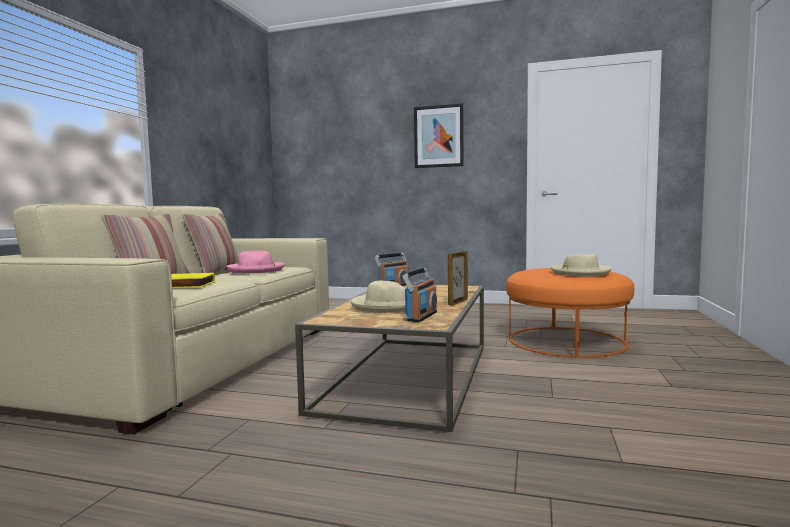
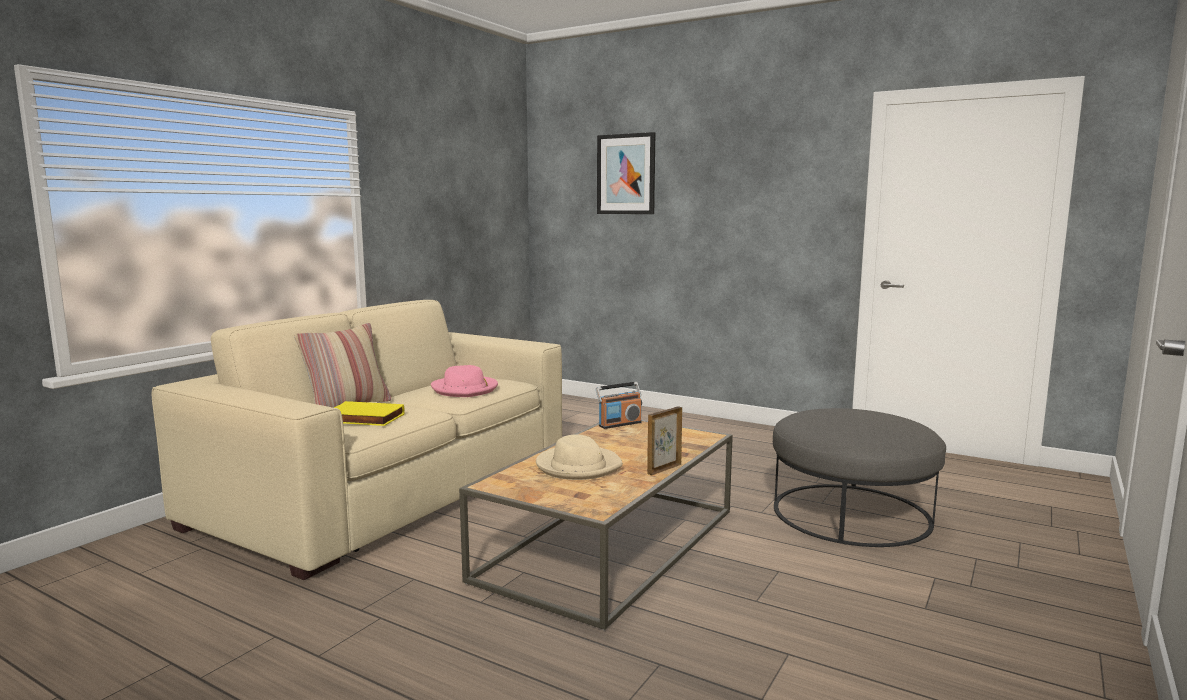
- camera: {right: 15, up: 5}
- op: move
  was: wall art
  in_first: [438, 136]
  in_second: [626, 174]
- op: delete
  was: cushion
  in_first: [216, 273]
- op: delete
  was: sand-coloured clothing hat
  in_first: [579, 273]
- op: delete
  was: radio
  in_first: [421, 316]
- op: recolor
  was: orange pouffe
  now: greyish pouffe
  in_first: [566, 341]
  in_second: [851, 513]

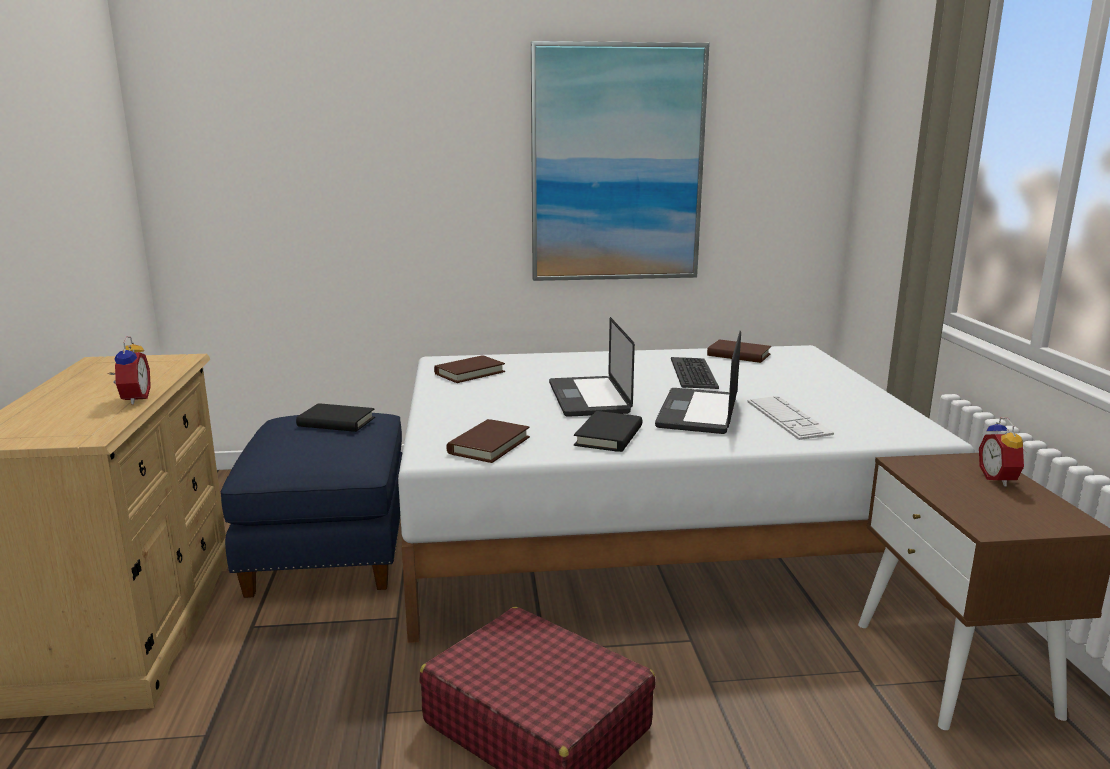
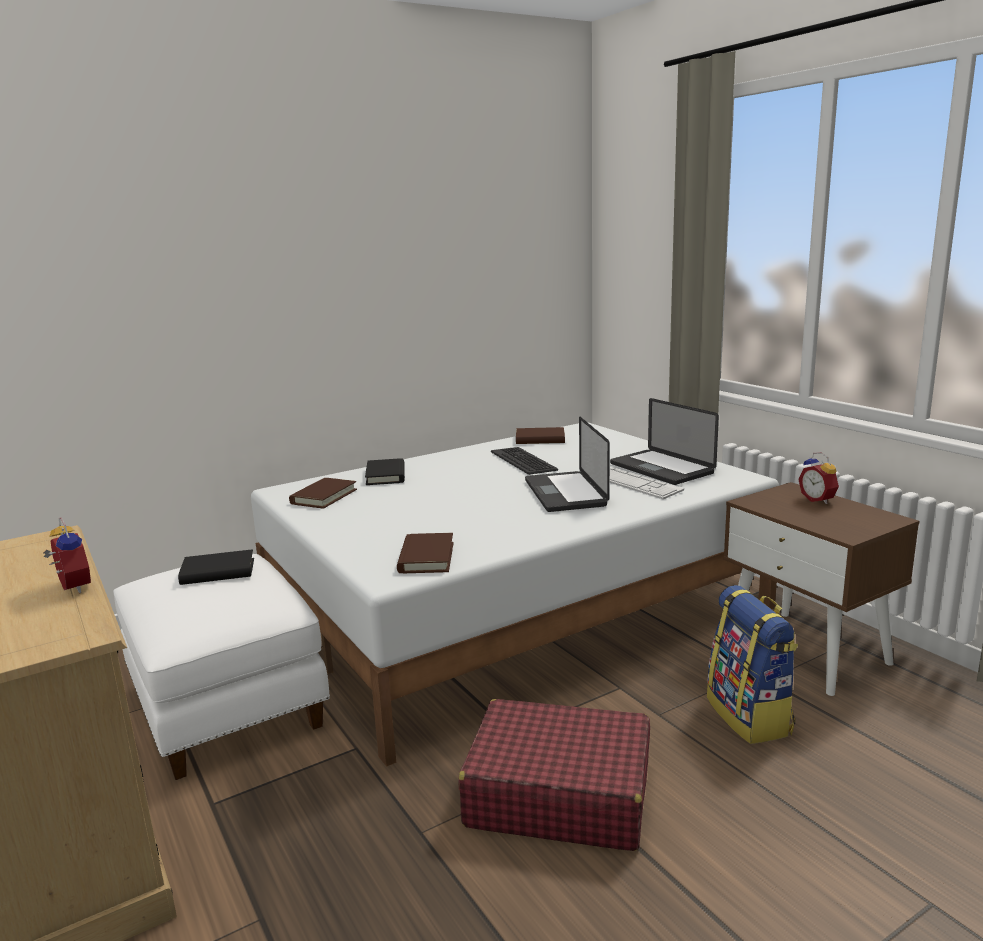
- camera: {right: -25, up: 0}
- op: delete
  was: wall art
  in_first: [617, 165]
- op: move
  was: notebook computer
  in_first: [588, 398]
  in_second: [661, 468]
- op: move
  was: black volume
  in_first: [609, 436]
  in_second: [385, 475]
- op: recolor
  was: blue-coloured pouffe
  now: whitish pouffe
  in_first: [331, 549]
  in_second: [229, 706]
- op: insert
  now: rucksack
  in_second: [750, 716]

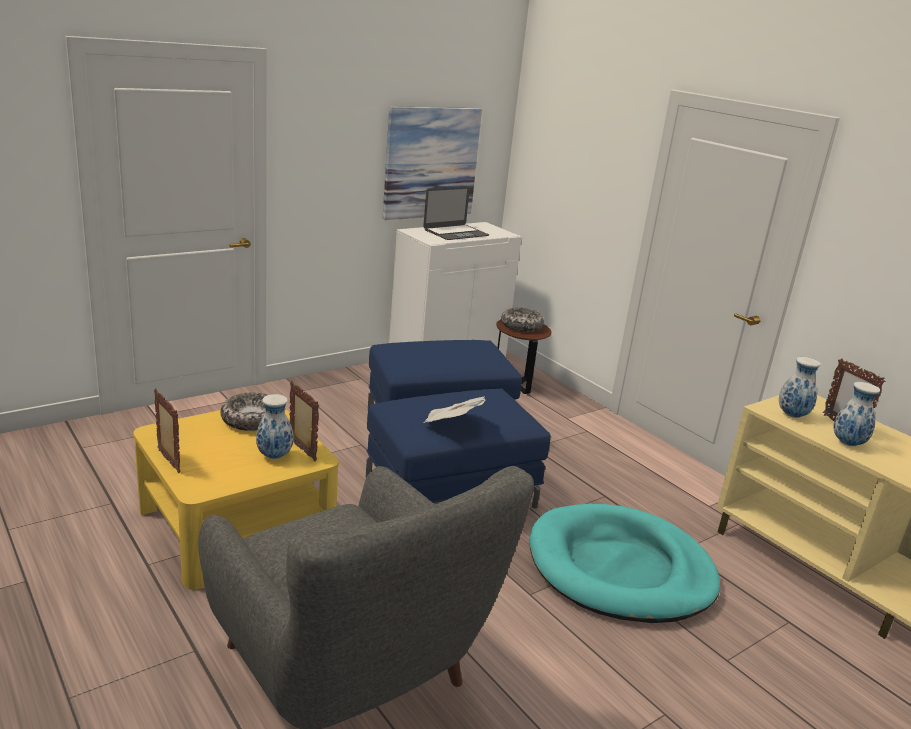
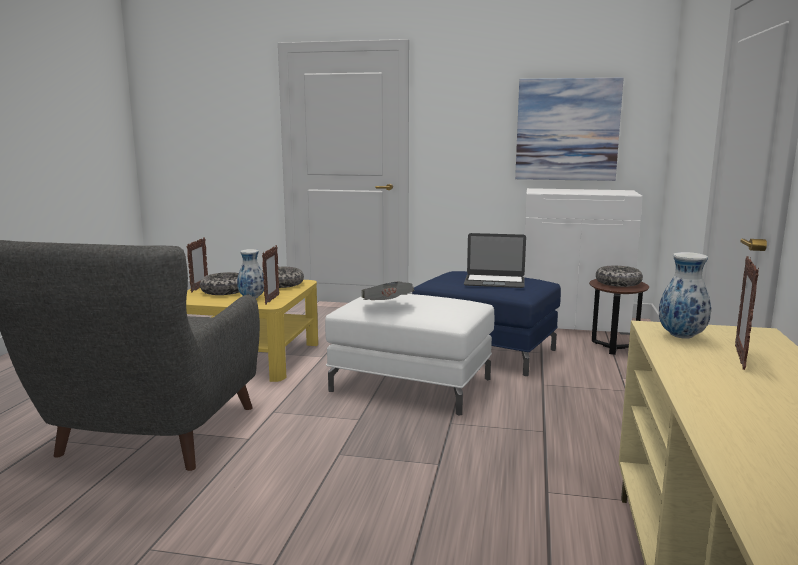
- camera: {right: 50, up: -10}
- op: move
  was: notebook computer
  in_first: [456, 232]
  in_second: [494, 281]
- op: delete
  was: flower vase
  in_first: [847, 443]
- op: recolor
  was: blue-coloured pouffe
  now: whitish pouffe
  in_first: [450, 491]
  in_second: [411, 384]
- op: delete
  was: blue-green dog cushion
  in_first: [620, 569]
- op: insert
  now: bowl
  in_second: [224, 291]

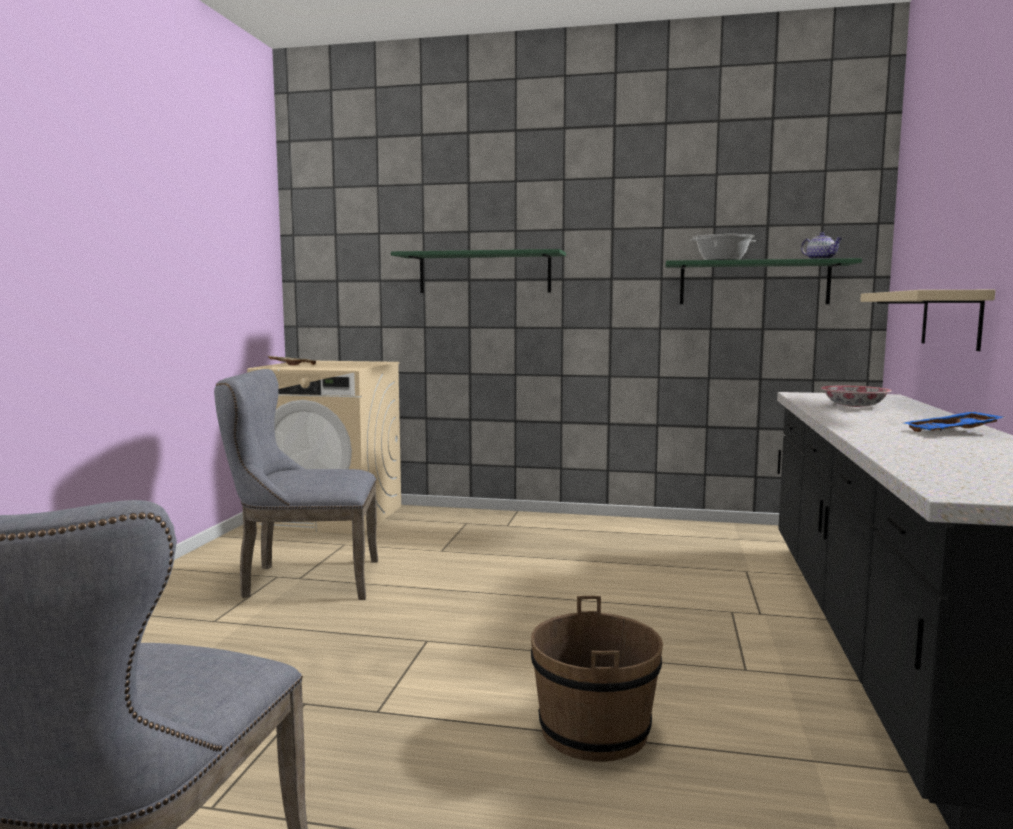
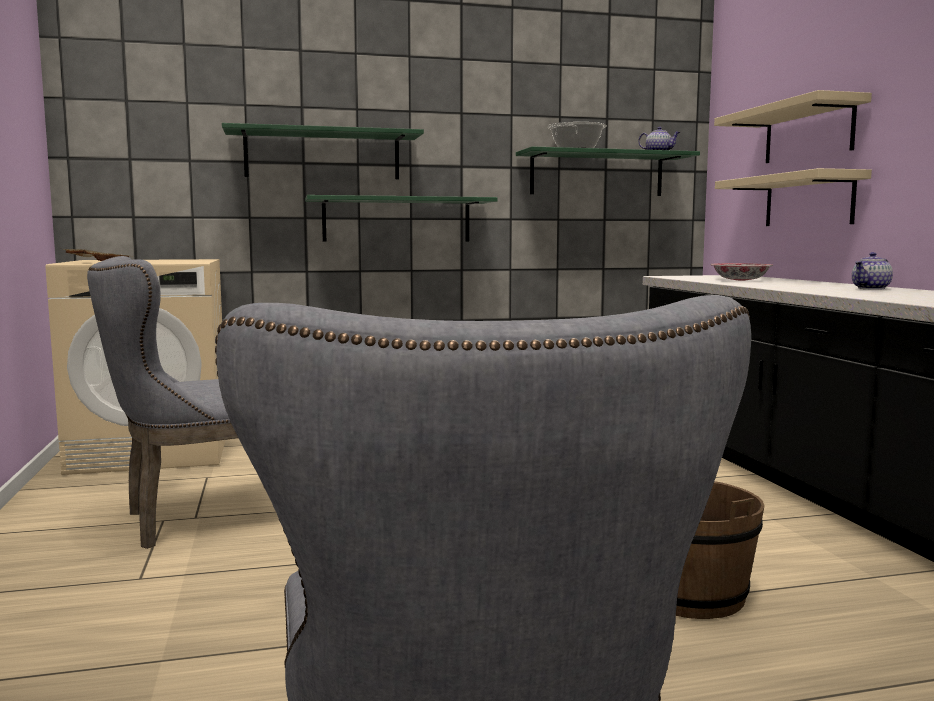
- camera: {right: -25, up: 0}
- op: replace
  was: blue-coloured tray
  now: teapot
  in_first: [952, 432]
  in_second: [871, 288]
- op: insert
  now: sand-coloured bracket shelf
  in_second: [808, 132]
- op: insert
  now: green-coloured bracket shelf
  in_second: [397, 220]

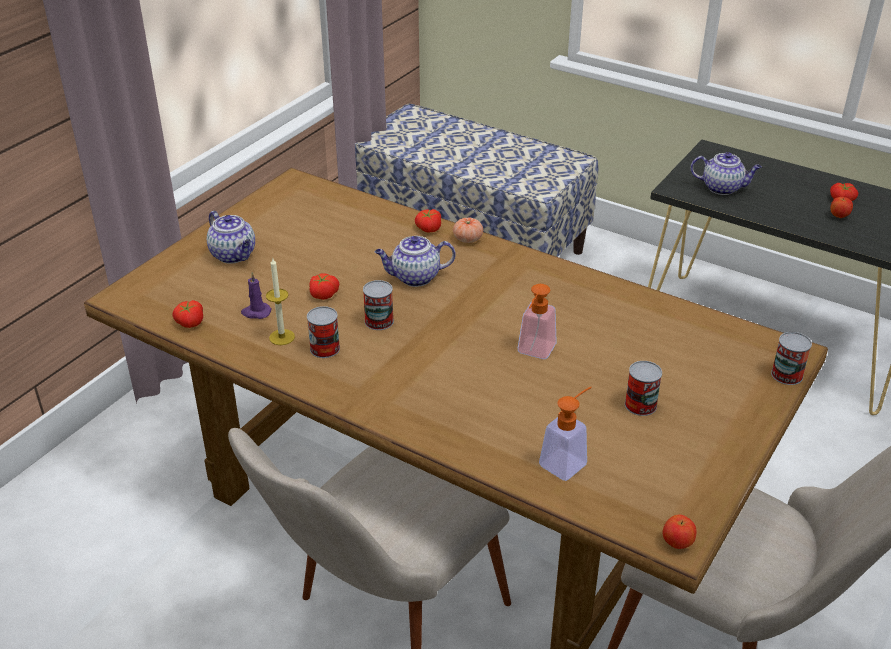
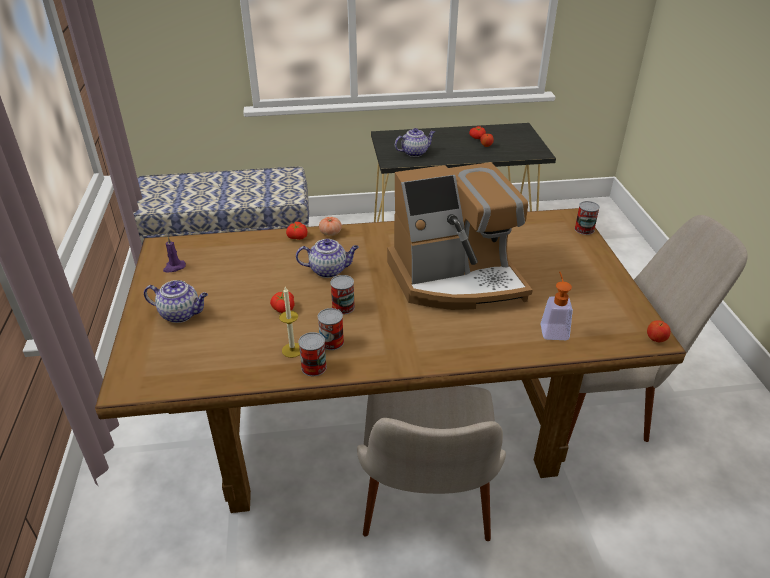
- camera: {right: -40, up: 0}
- op: rotate
  was: teapot
  in_first: [414, 278]
  in_second: [329, 270]
  clockwise: -135
- op: move
  was: purple-coloured wax light
  in_first: [256, 312]
  in_second: [174, 267]
- op: replace
  was: soap bottle
  now: coffee brewer
  in_first: [534, 352]
  in_second: [456, 279]
- op: delete
  was: fresh tomato
  in_first: [189, 322]
- op: move
  was: sealed can
  in_first: [640, 405]
  in_second: [314, 367]

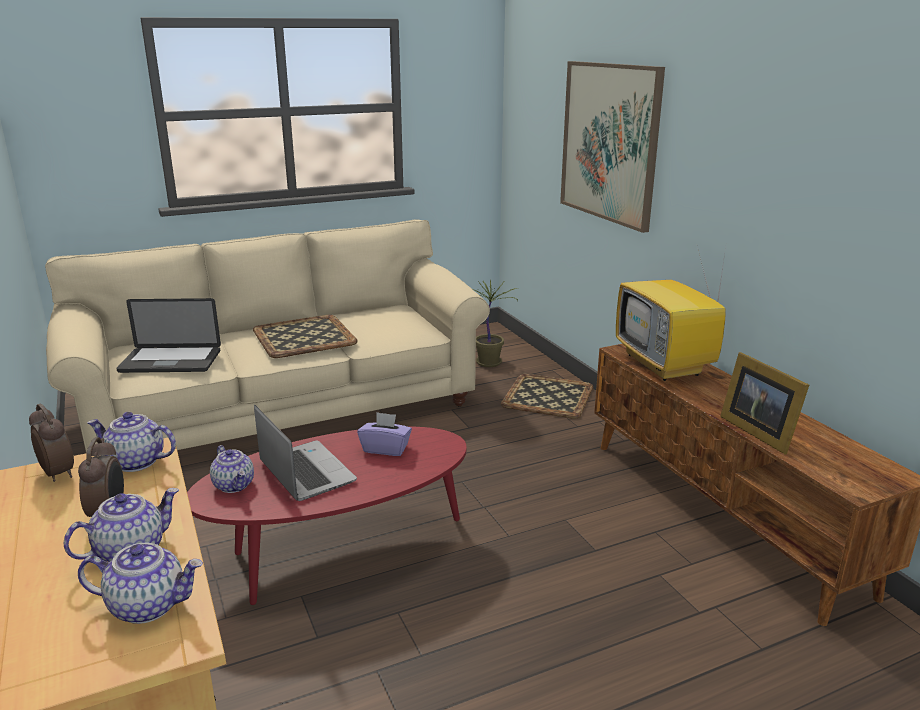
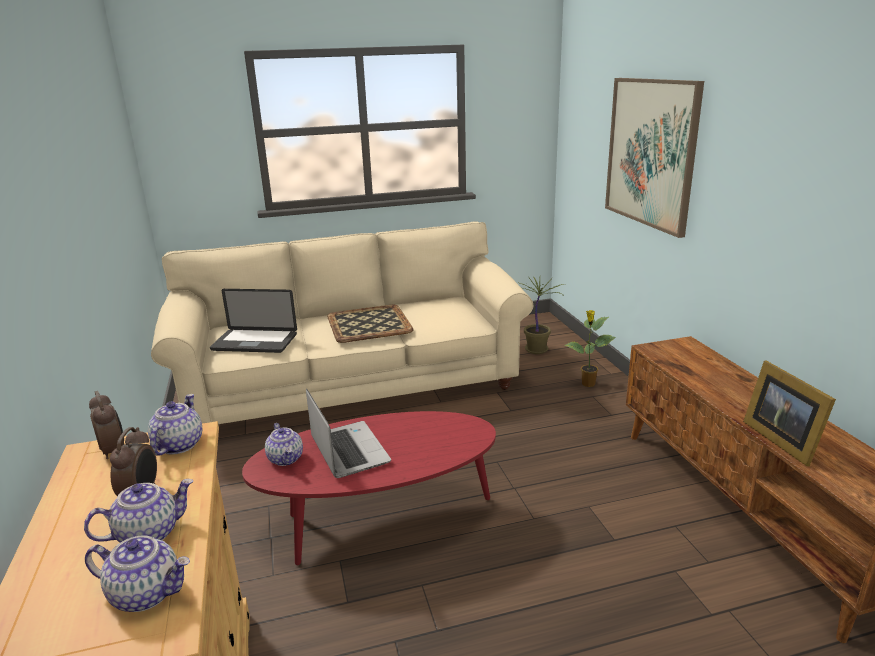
- camera: {right: 10, up: 0}
- op: delete
  was: television
  in_first: [665, 365]
- op: replace
  was: tray
  now: houseplant
  in_first: [549, 396]
  in_second: [587, 384]
- op: rotate
  was: teapot
  in_first: [135, 462]
  in_second: [178, 445]
  clockwise: 75
- op: delete
  was: purple-coloured box of tissues
  in_first: [385, 449]

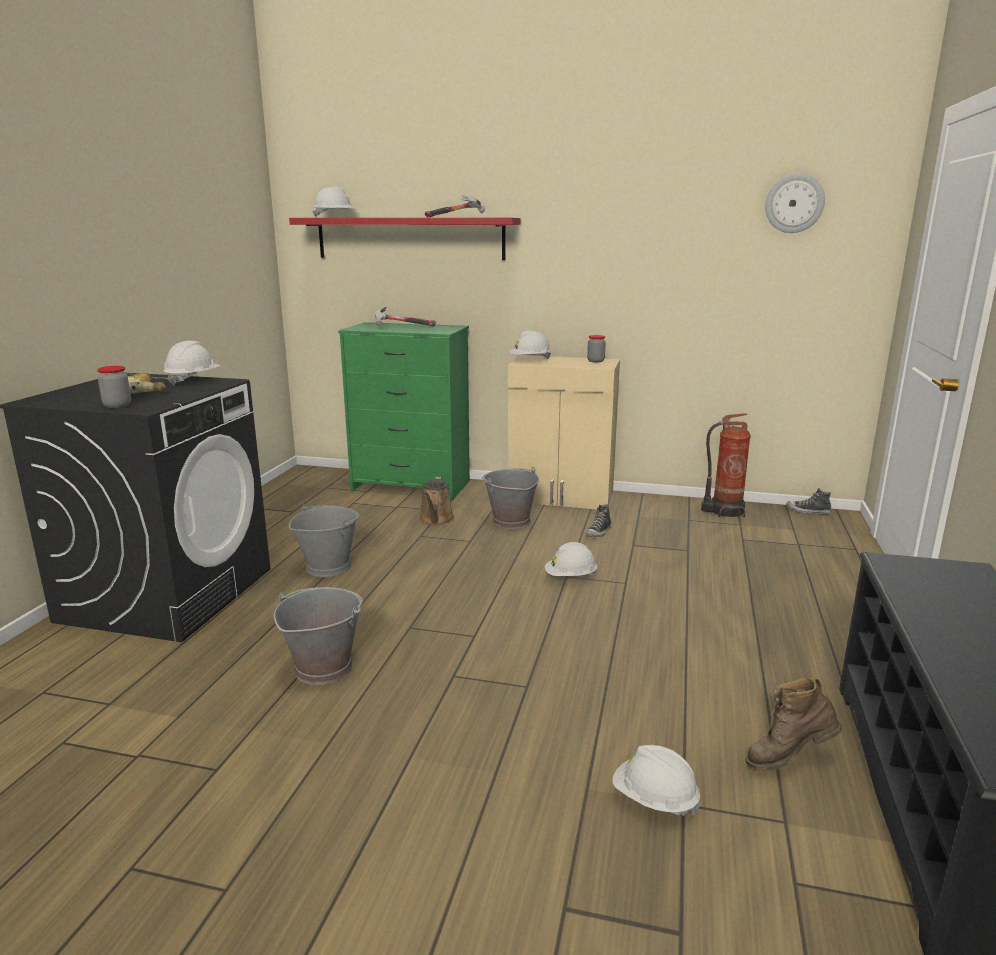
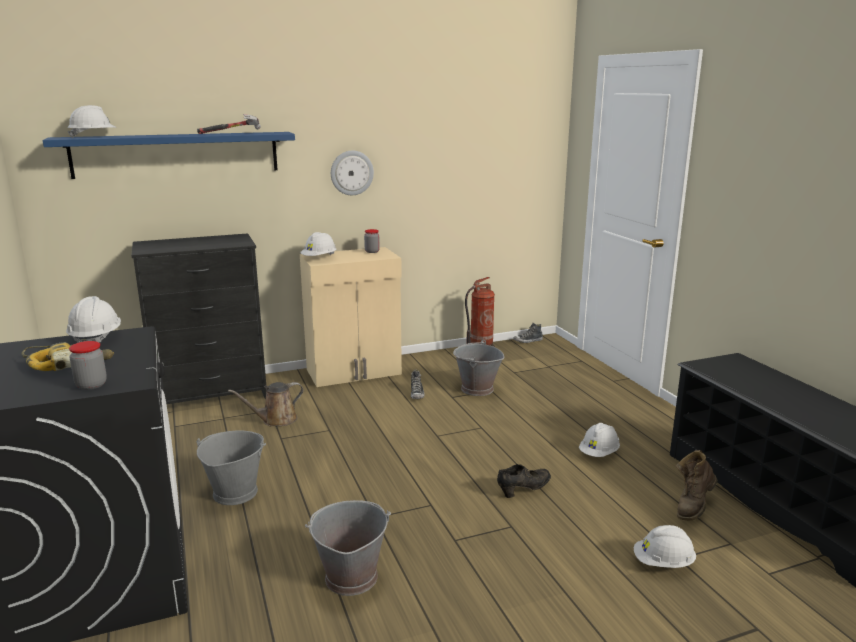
- camera: {right: -35, up: 0}
- op: move
  was: clock on the wall
  in_first: [794, 203]
  in_second: [351, 173]
- op: recolor
  was: red-coloured bracket shelf
  now: blue-coloured bracket shelf
  in_first: [409, 238]
  in_second: [177, 154]
- op: delete
  was: hammer
  in_first: [403, 327]
- op: recolor
  was: green-coloured chest of drawers
  now: black chest of drawers
  in_first: [410, 486]
  in_second: [210, 395]
- op: move
  was: greyish bucket
  in_first: [510, 521]
  in_second: [476, 389]
- op: rotate
  was: brown-coloured sprinkling can
  in_first: [436, 520]
  in_second: [276, 420]
  clockwise: 90
- op: move
  was: whitish hard hat
  in_first: [570, 577]
  in_second: [599, 453]
- op: insert
  now: black item of footwear
  in_second: [524, 490]

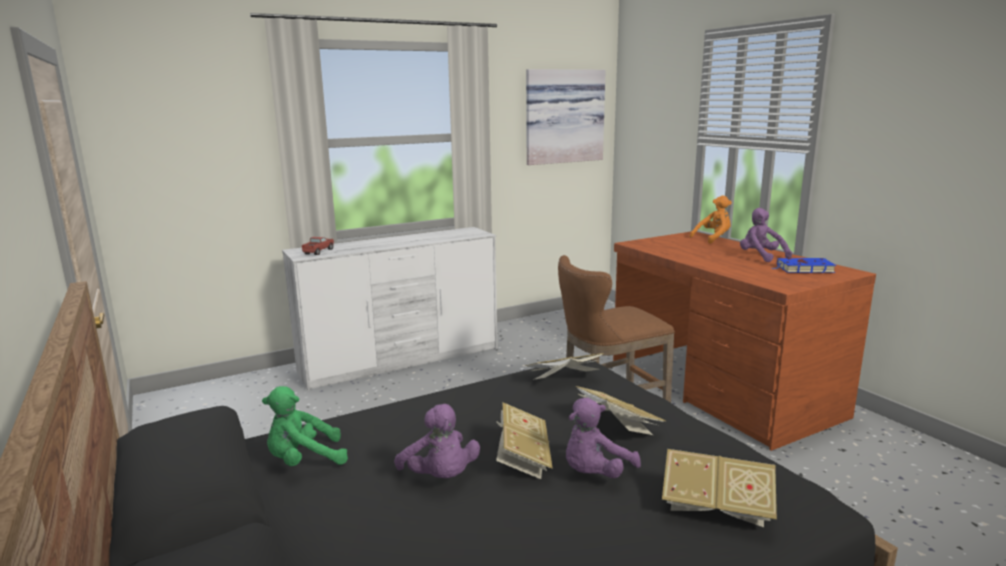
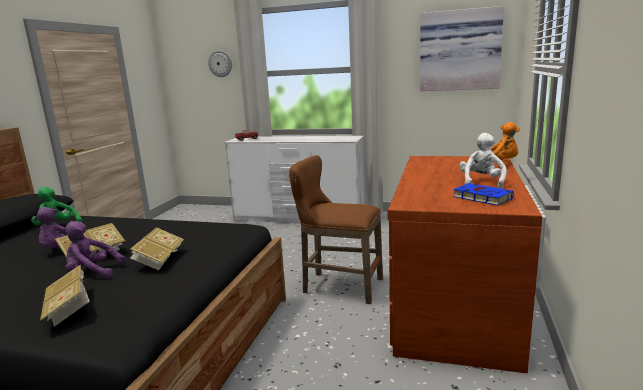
- camera: {right: 45, up: 0}
- op: recolor
  was: purple-coloured soft toy
  now: whitish soft toy
  in_first: [760, 257]
  in_second: [481, 182]
- op: delete
  was: volume
  in_first: [564, 380]
- op: insert
  now: clock on the wall
  in_second: [220, 63]

